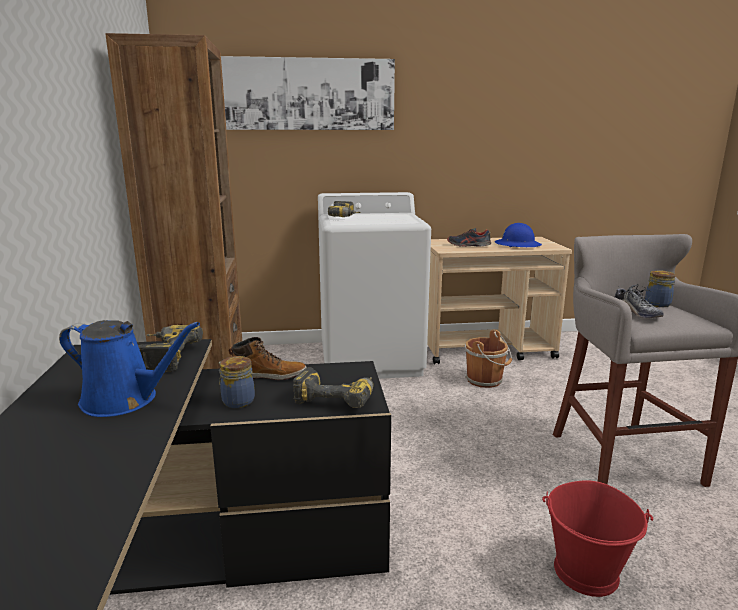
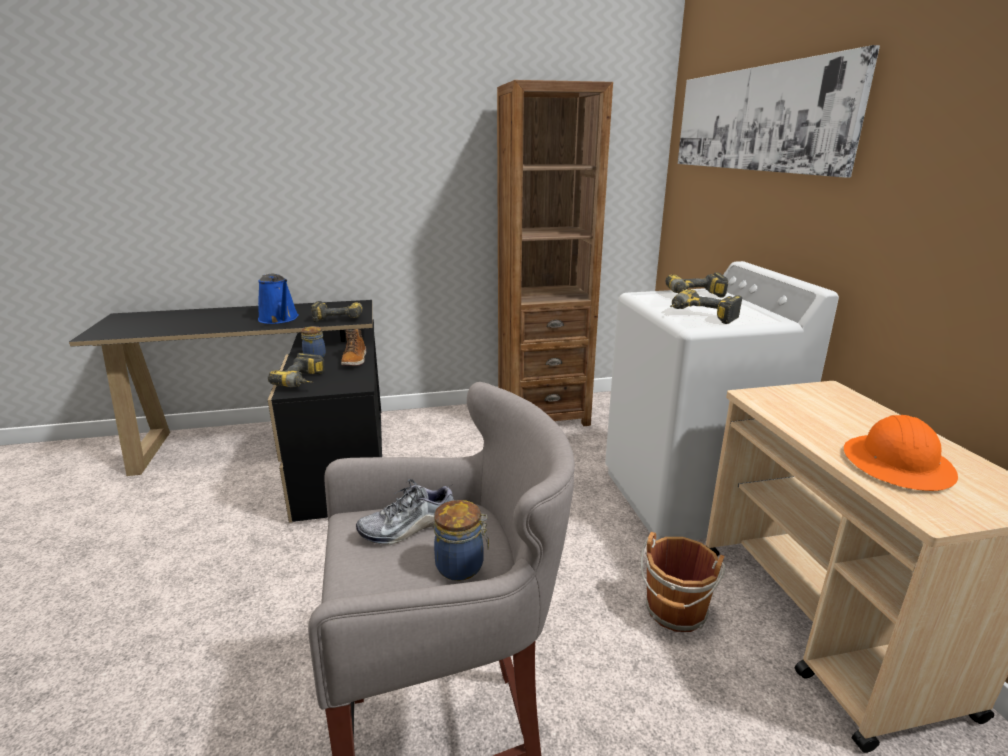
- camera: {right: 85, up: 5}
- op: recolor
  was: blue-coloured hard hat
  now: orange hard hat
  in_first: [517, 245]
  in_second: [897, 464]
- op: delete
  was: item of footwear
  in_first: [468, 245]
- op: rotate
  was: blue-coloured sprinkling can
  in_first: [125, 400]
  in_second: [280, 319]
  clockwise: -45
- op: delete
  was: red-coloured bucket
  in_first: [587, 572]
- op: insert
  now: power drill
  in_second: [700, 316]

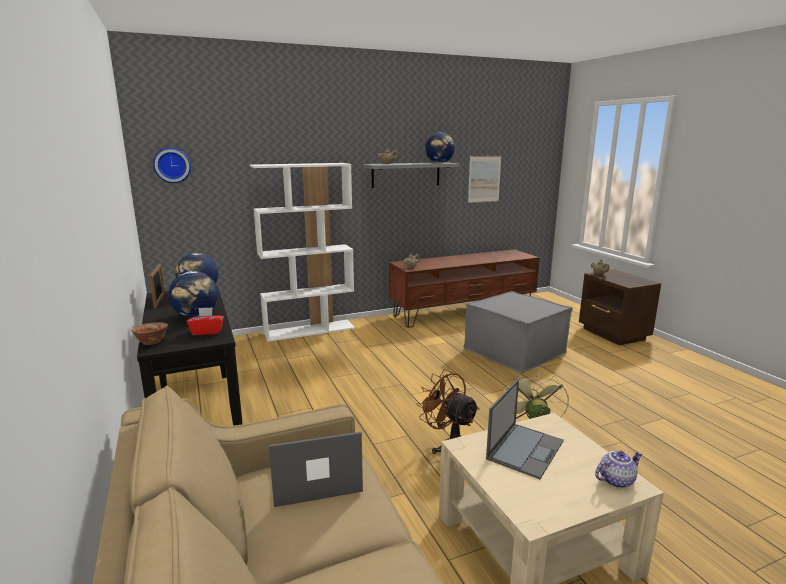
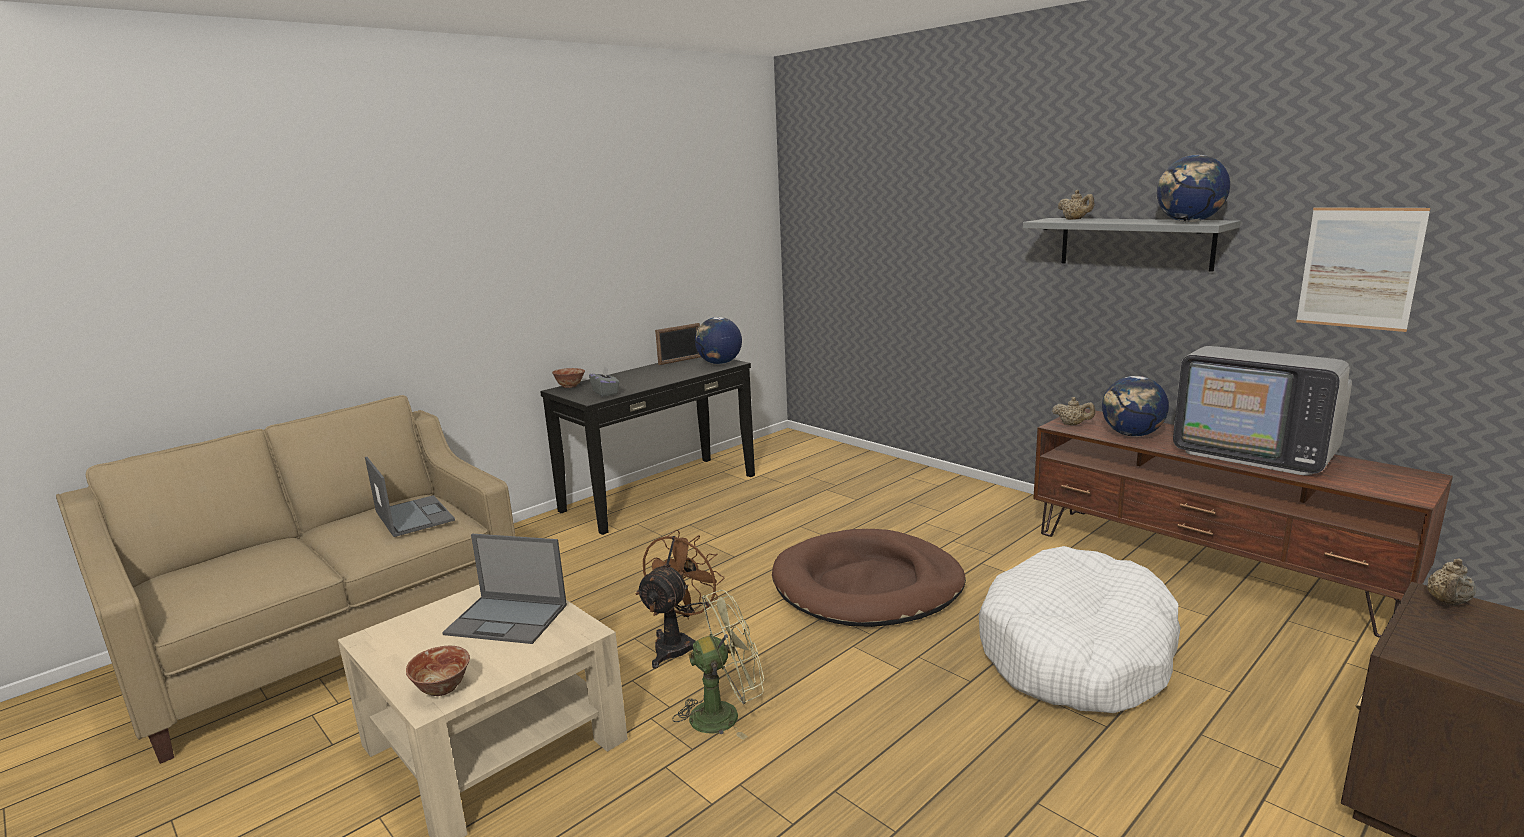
- camera: {right: 70, up: 0}
- op: delete
  was: clock on the wall
  in_first: [172, 165]
- op: delete
  was: whitish shelving unit
  in_first: [310, 330]
- op: move
  was: globe
  in_first: [196, 316]
  in_second: [1132, 435]
- op: replace
  was: greyish pouffe
  now: whitish dog cushion
  in_first: [514, 351]
  in_second: [1076, 653]
- op: recolor
  was: red-coloured box of tissues
  now: greyish box of tissues
  in_first: [207, 332]
  in_second: [605, 393]
- op: replace
  was: teapot
  now: bowl
  in_first: [616, 480]
  in_second: [443, 688]
- op: insert
  now: television
  in_second: [1254, 454]
- op: insert
  now: brown-coloured dog cushion
  in_second: [867, 585]

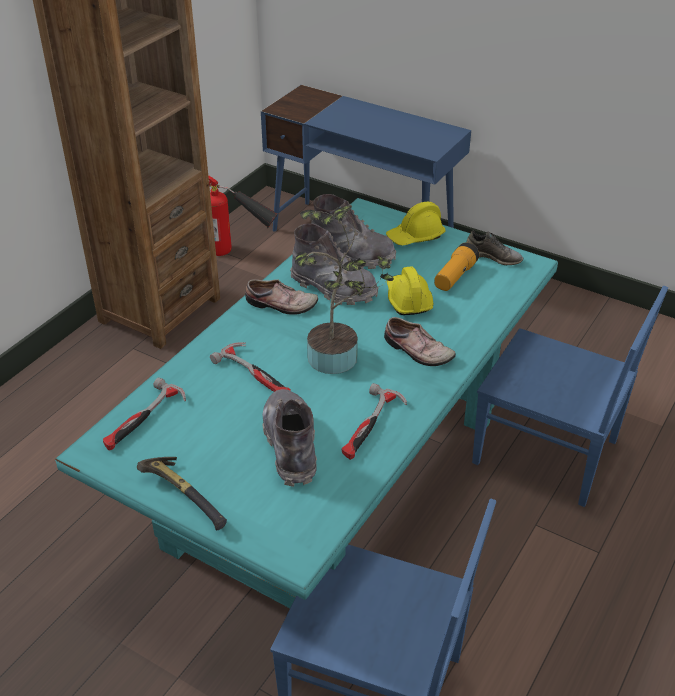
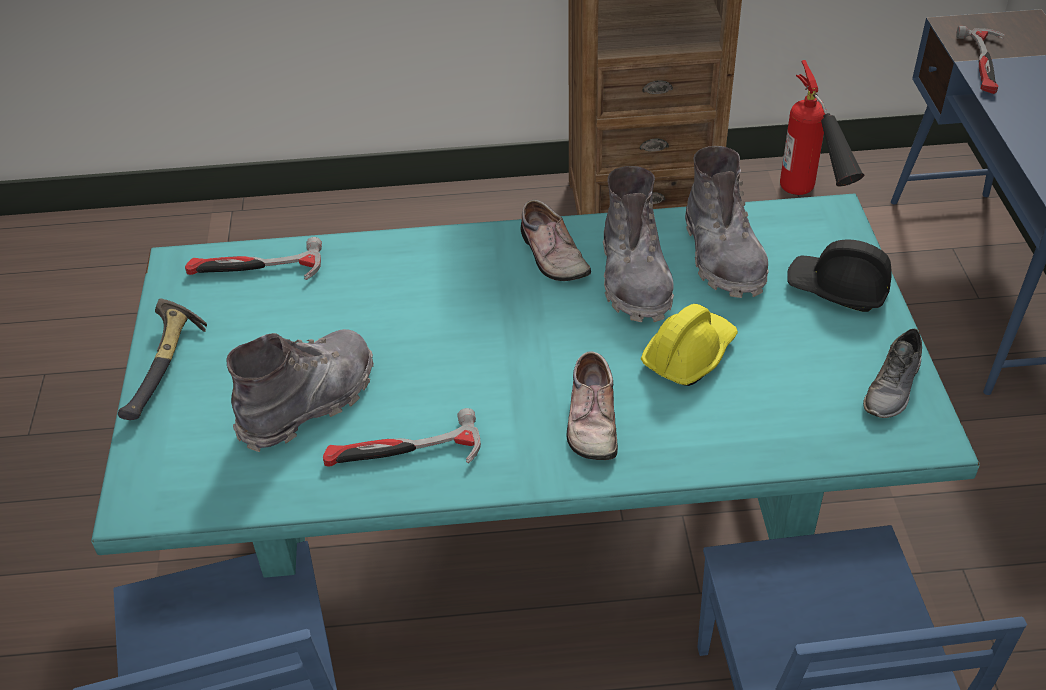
- camera: {right: 55, up: 5}
- op: recolor
  was: yellow-coloured hard hat
  now: black hard hat
  in_first: [415, 237]
  in_second: [838, 289]
- op: delete
  was: houseplant
  in_first: [338, 357]
- op: rotate
  was: greyish item of footwear
  in_first: [493, 257]
  in_second: [893, 388]
  clockwise: 45
- op: delete
  was: torch
  in_first: [454, 277]
- op: move
  was: hammer
  in_first: [256, 374]
  in_second: [985, 64]

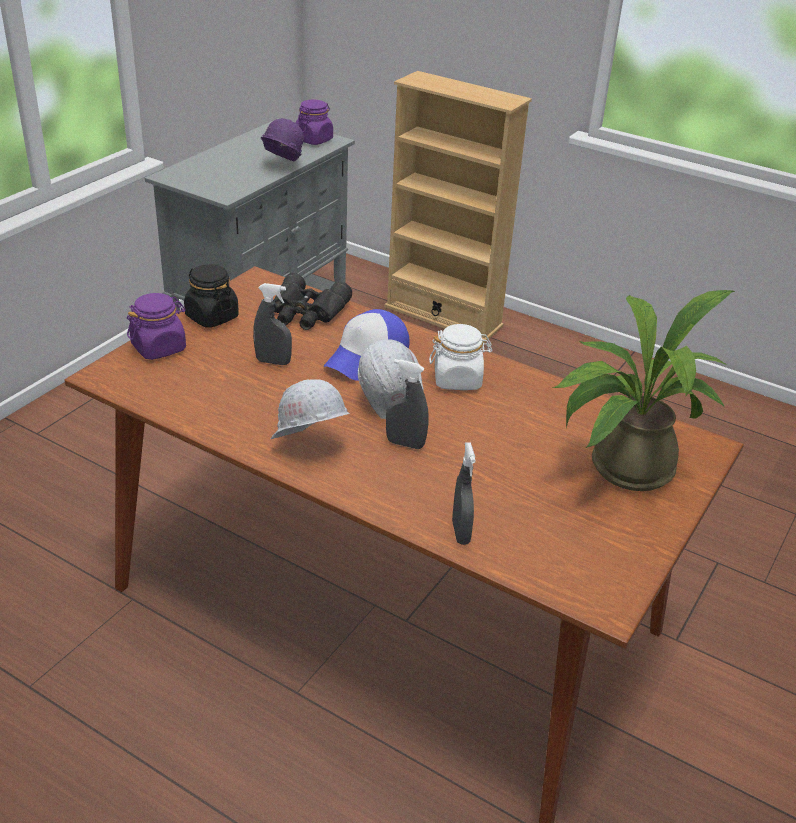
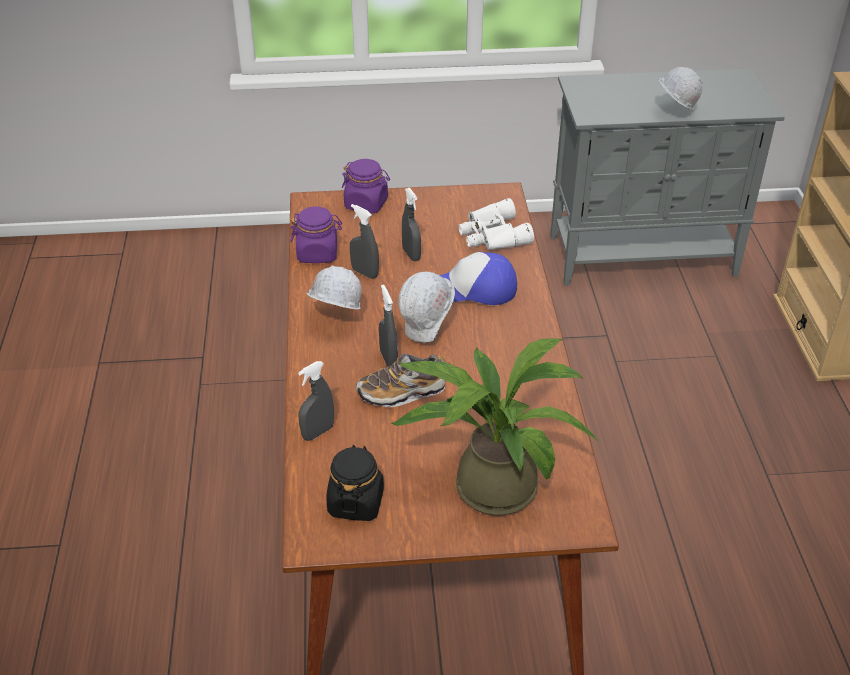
- camera: {right: 55, up: 5}
- op: move
  was: purple-coloured storage jar
  in_first: [314, 140]
  in_second: [318, 253]
- op: recolor
  was: purple-coloured hard hat
  now: whitish hard hat
  in_first: [281, 166]
  in_second: [674, 112]
- op: move
  was: black storage jar
  in_first: [211, 317]
  in_second: [356, 502]
- op: recolor
  was: black field glasses
  now: whitish field glasses
  in_first: [307, 312]
  in_second: [492, 235]
- op: delete
  was: whitish storage jar
  in_first: [458, 379]
- op: insert
  now: greyish sprayer
  in_second: [365, 273]
- op: insert
  now: item of footwear
  in_second: [401, 392]

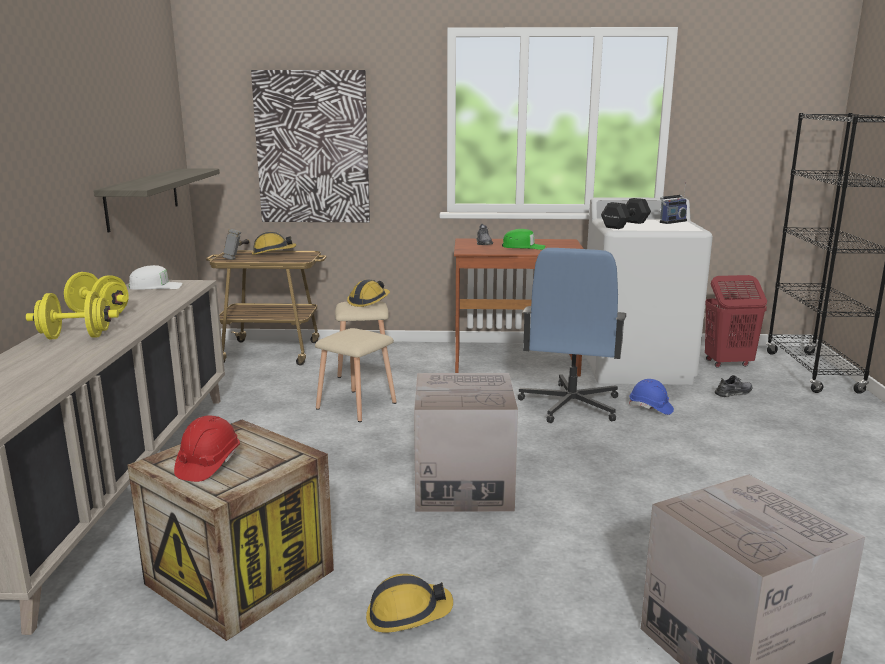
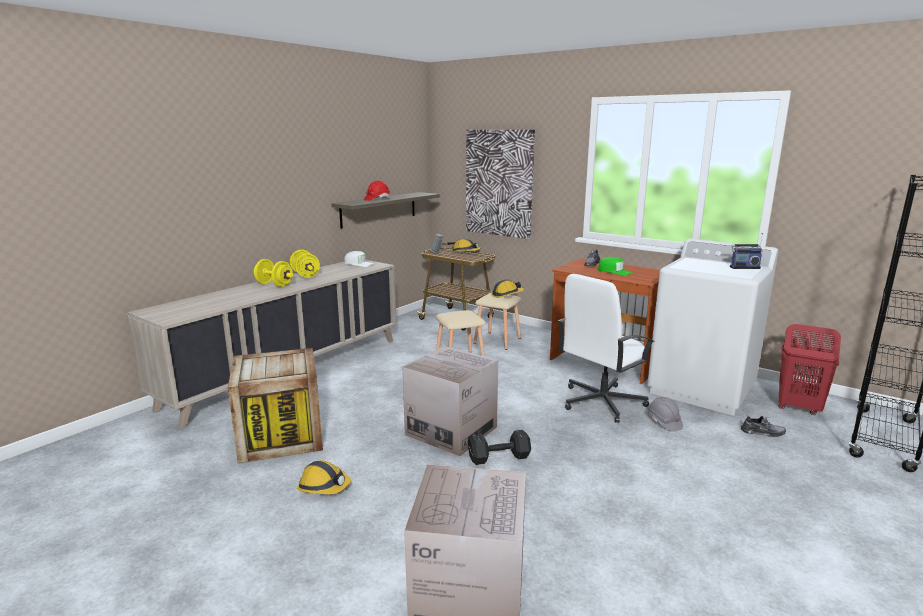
- camera: {right: 35, up: 0}
- op: move
  was: black hand weight
  in_first: [624, 225]
  in_second: [497, 457]
- op: recolor
  was: blue-coloured desk chair
  now: whitish desk chair
  in_first: [570, 405]
  in_second: [601, 402]
- op: recolor
  was: blue-coloured hard hat
  now: greyish hard hat
  in_first: [650, 408]
  in_second: [663, 422]
- op: move
  was: red-coloured hard hat
  in_first: [208, 464]
  in_second: [377, 199]

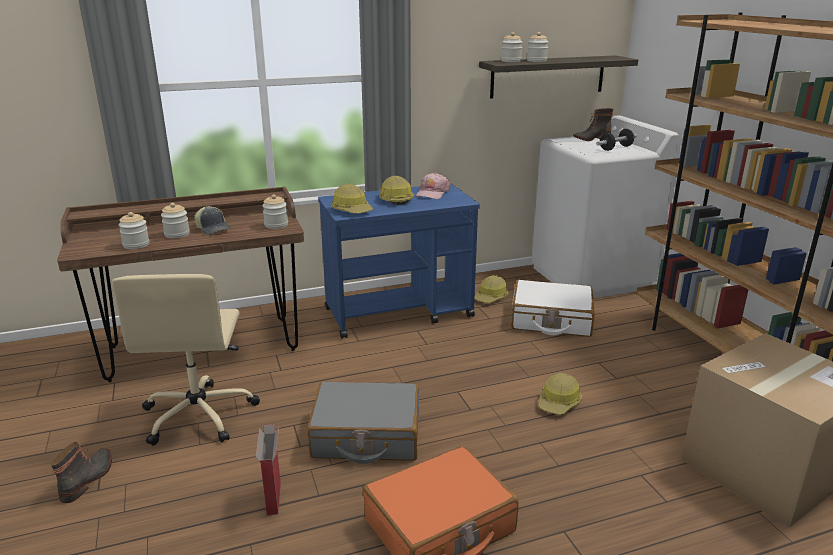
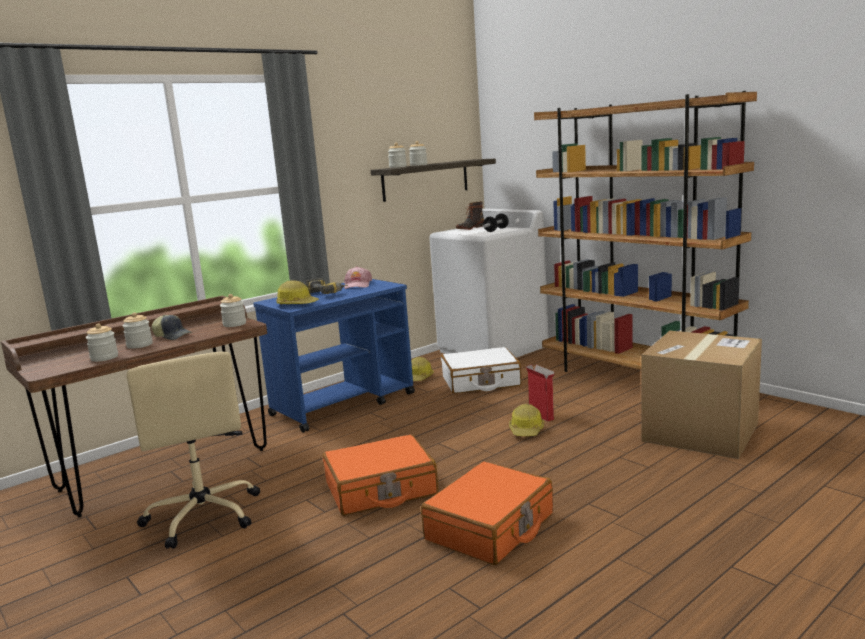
- camera: {right: -20, up: -10}
- op: replace
  was: hard hat
  now: power drill
  in_first: [394, 199]
  in_second: [328, 293]
- op: recolor
  was: greyish piece of luggage
  now: orange piece of luggage
  in_first: [366, 435]
  in_second: [381, 489]
- op: move
  was: carton
  in_first: [274, 499]
  in_second: [542, 416]
- op: delete
  was: high-top boot
  in_first: [88, 478]

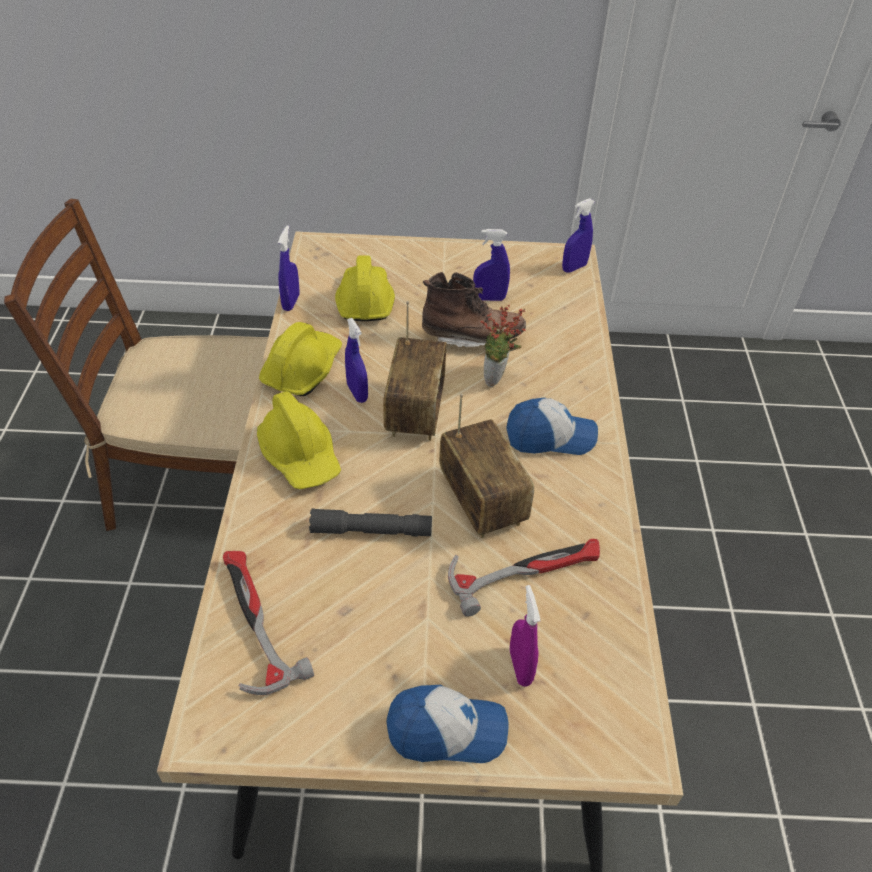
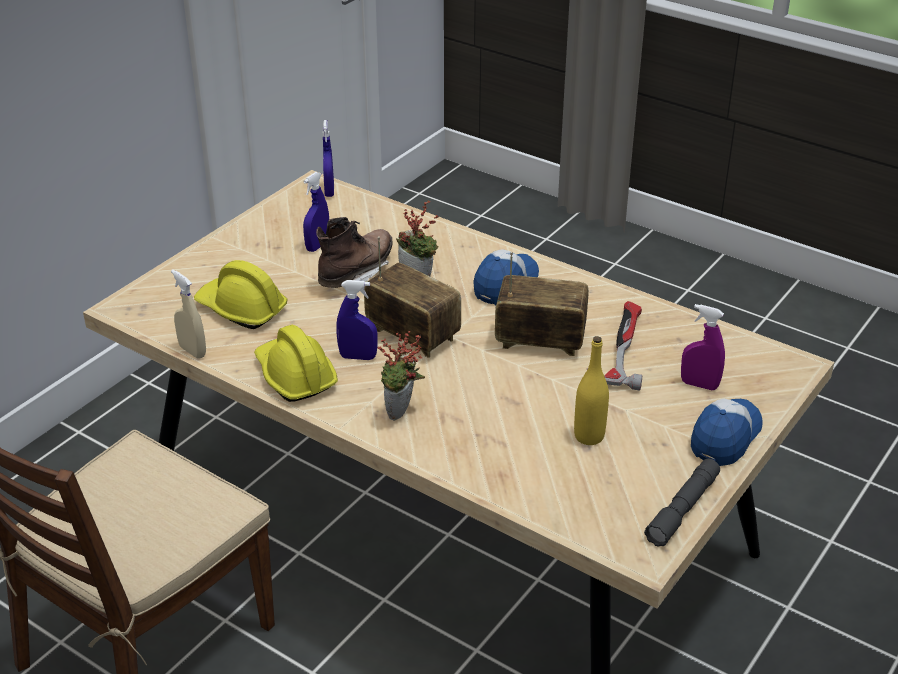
- camera: {right: -55, up: -10}
- op: recolor
  was: blue-coloured sprayer
  now: sand-coloured sprayer
  in_first: [291, 302]
  in_second: [192, 351]
- op: replace
  was: yellow-coloured hard hat
  now: houseplant
  in_first: [300, 455]
  in_second: [402, 413]
- op: move
  was: greyish torch
  in_first: [371, 530]
  in_second: [683, 509]
- op: delete
  was: hammer
  in_first: [253, 622]
- op: insert
  now: yellow-coloured beverage bottle
  in_second: [589, 436]

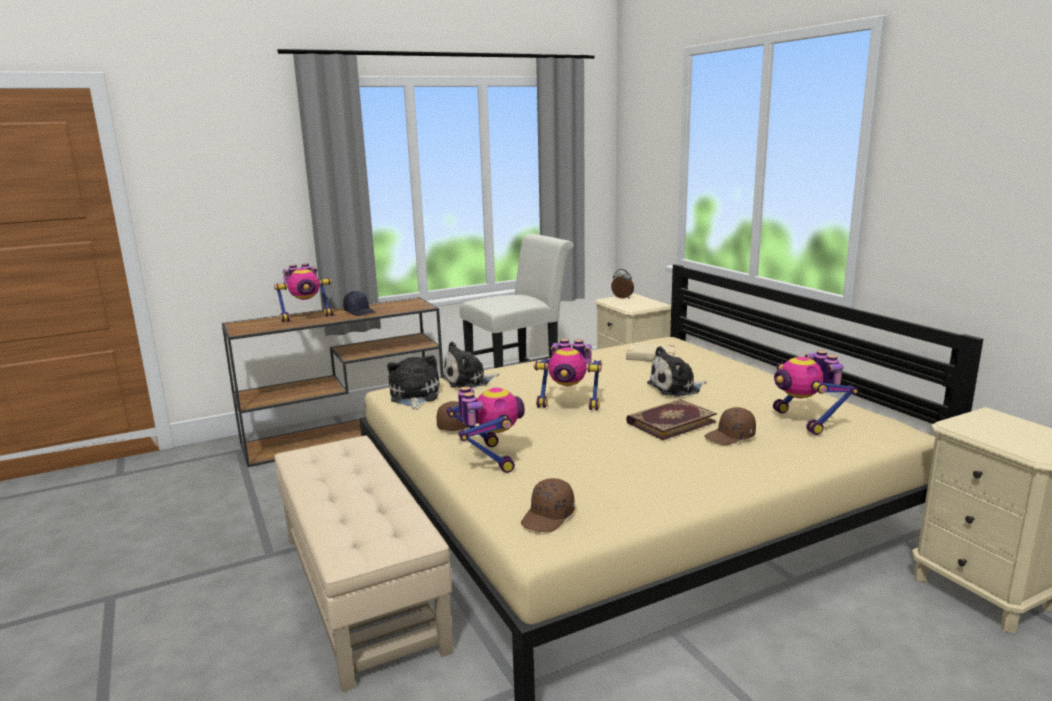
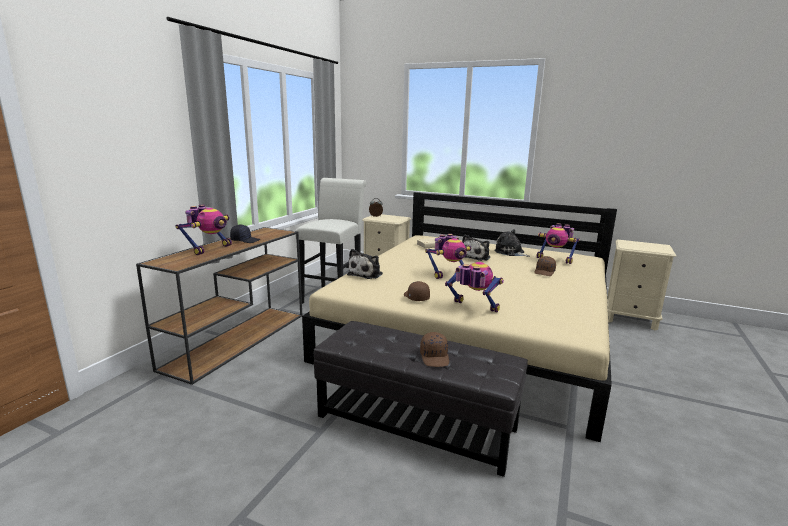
- camera: {right: -40, up: 0}
- op: move
  was: soft toy
  in_first: [414, 396]
  in_second: [510, 252]
- op: delete
  was: volume
  in_first: [670, 422]
- op: recolor
  was: sand-coloured pouffe
  now: black pouffe
  in_first: [361, 589]
  in_second: [416, 421]
- op: move
  was: brown-coloured peaked cap
  in_first: [548, 517]
  in_second: [435, 357]

